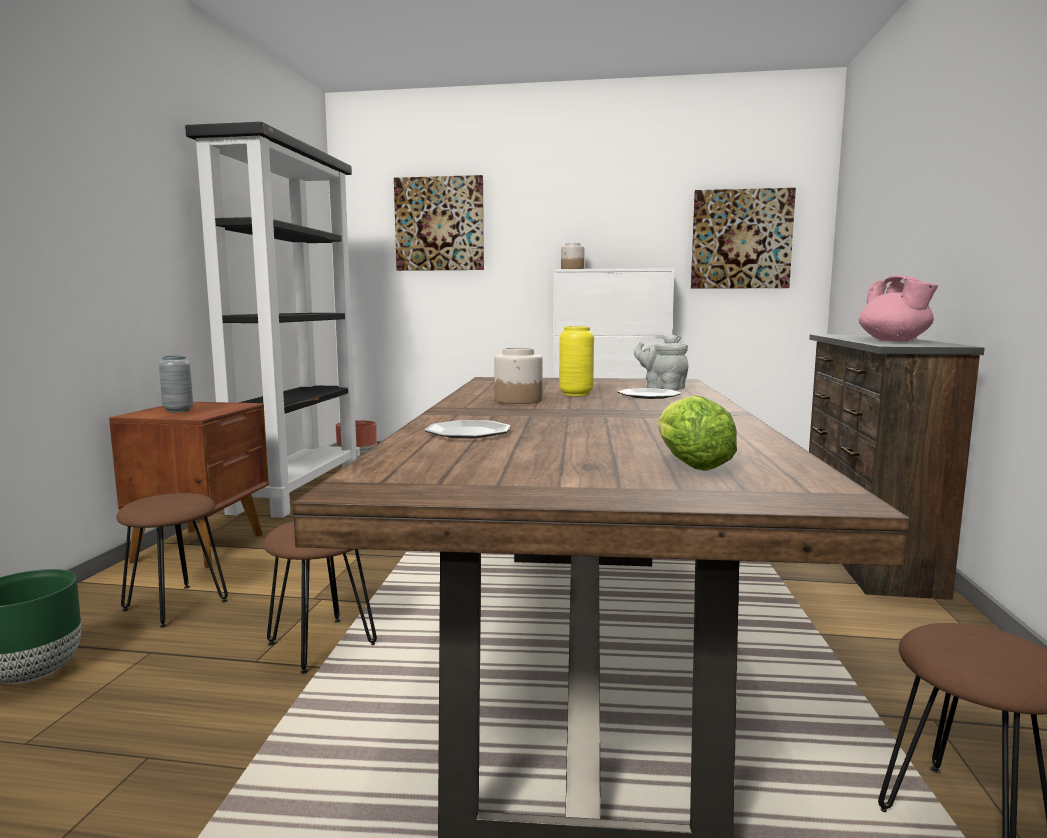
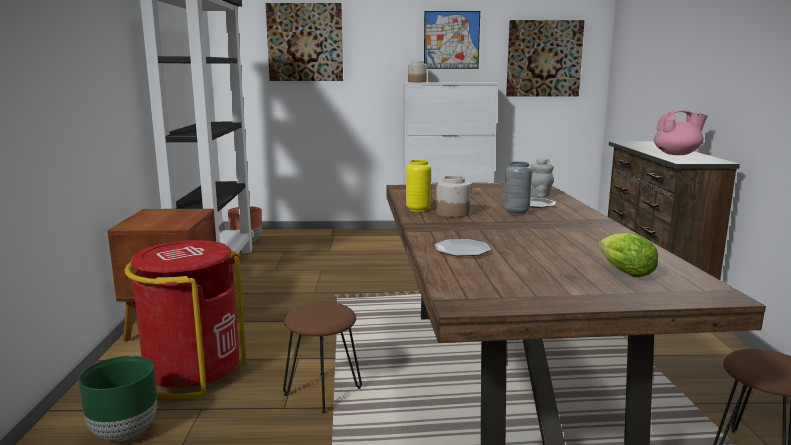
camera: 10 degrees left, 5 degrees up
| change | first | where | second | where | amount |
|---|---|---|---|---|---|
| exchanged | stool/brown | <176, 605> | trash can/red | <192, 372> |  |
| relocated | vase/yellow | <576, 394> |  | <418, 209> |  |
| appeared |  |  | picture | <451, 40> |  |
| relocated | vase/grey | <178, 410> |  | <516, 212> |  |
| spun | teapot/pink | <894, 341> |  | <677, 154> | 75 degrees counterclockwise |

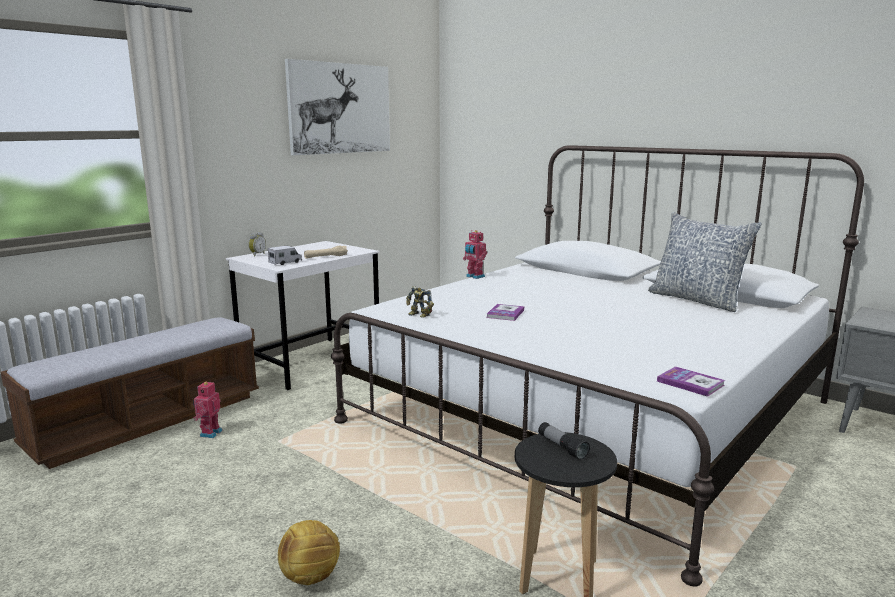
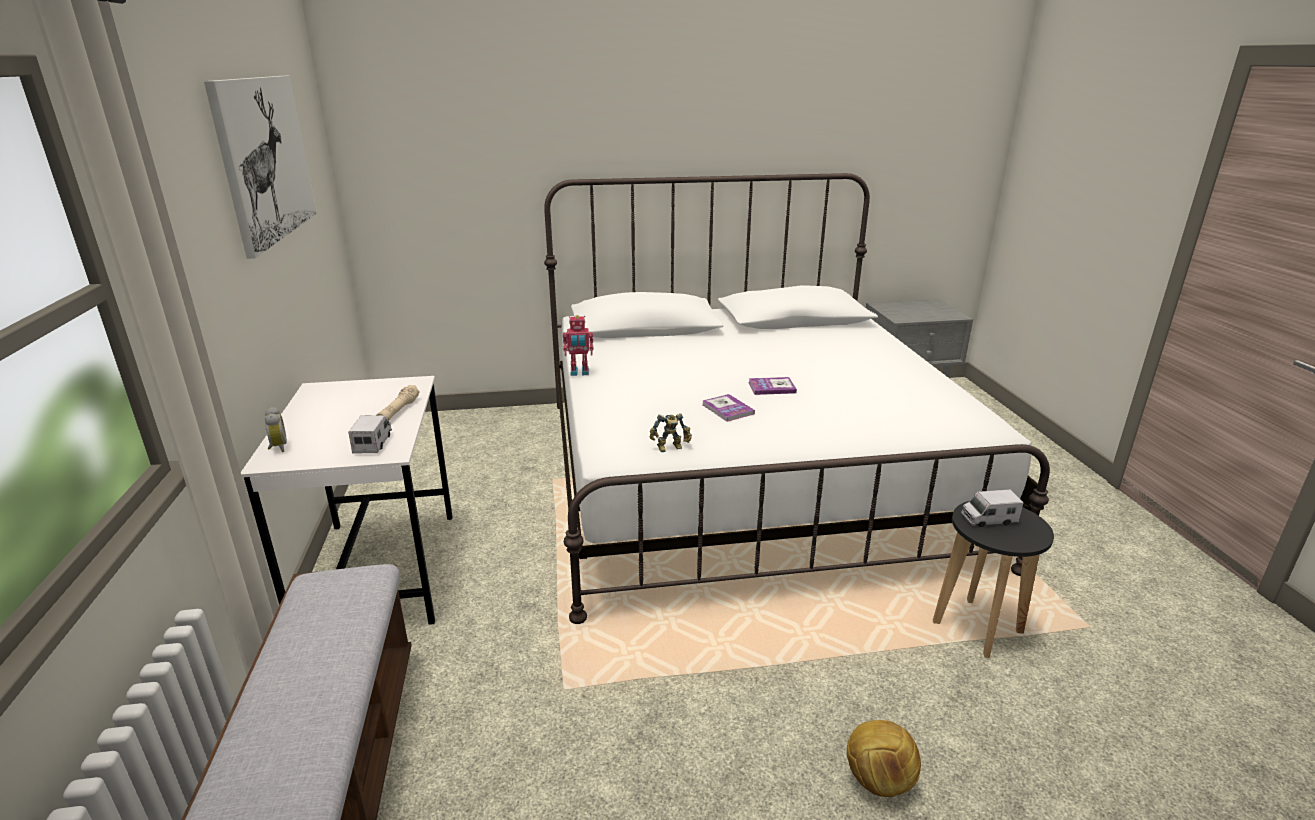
camera: 50 degrees left, 10 degrees up
| change | first | where | second | where | amount |
|---|---|---|---|---|---|
| relocated | book | <690, 383> |  | <771, 387> |  |
| exchanged | flashlight | <562, 447> | toy truck | <988, 519> |  |
| missing | toy robot | <209, 433> |  |  |  |
| missing | pillow | <697, 300> |  |  |  |

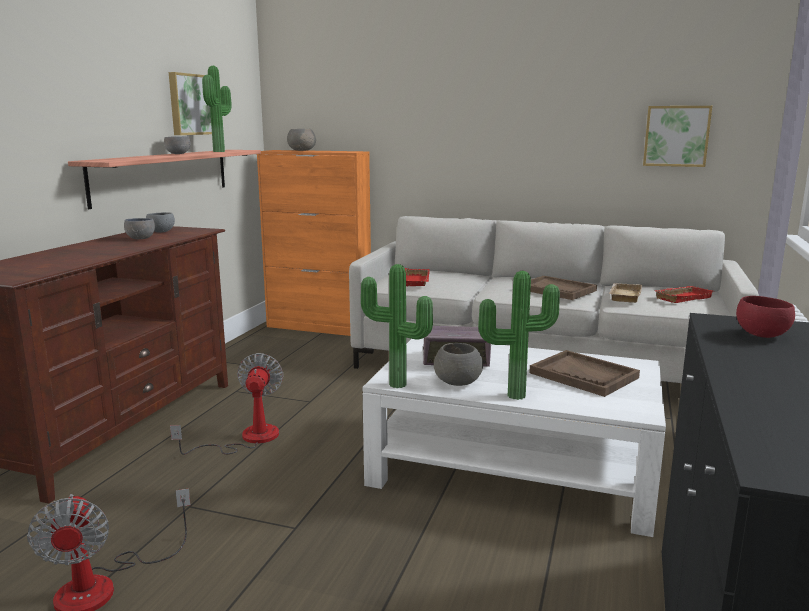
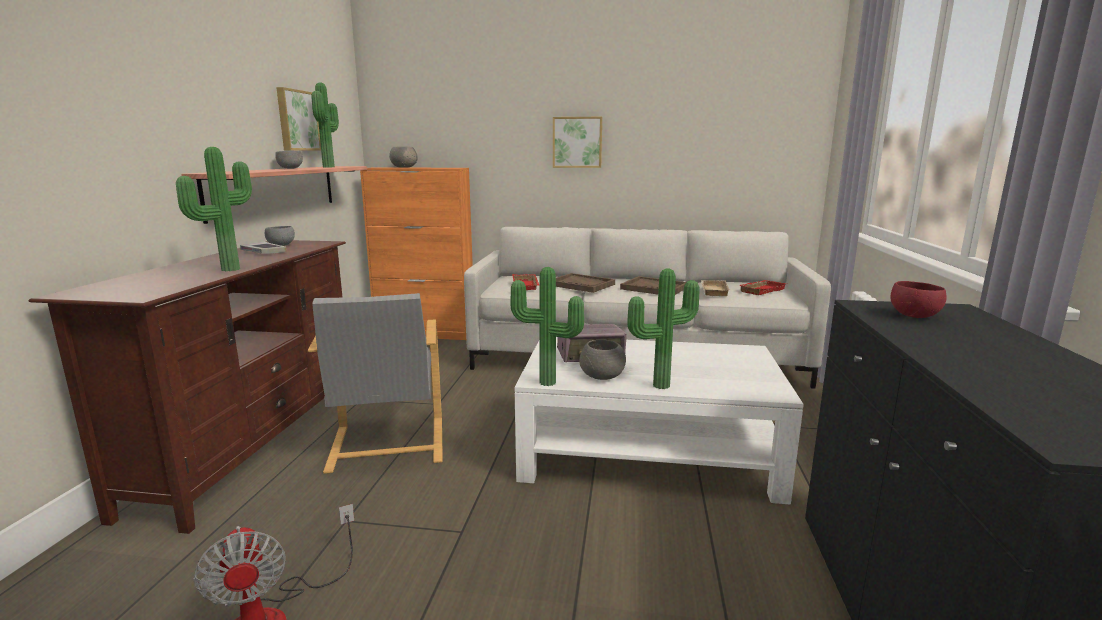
camera: 10 degrees left, 0 degrees up
| change | first | where | second | where | amount |
|---|---|---|---|---|---|
| appeared |  |  | potted plant | <228, 269> |  |
| exchanged | bowl/grey | <141, 238> | book | <263, 252> |  |
| exchanged | fan | <247, 439> | armchair/grey | <386, 445> |  |
| relocated | picture | <676, 136> |  | <577, 142> |  |
| relocated | tray/brown | <584, 375> |  | <581, 285> |  |

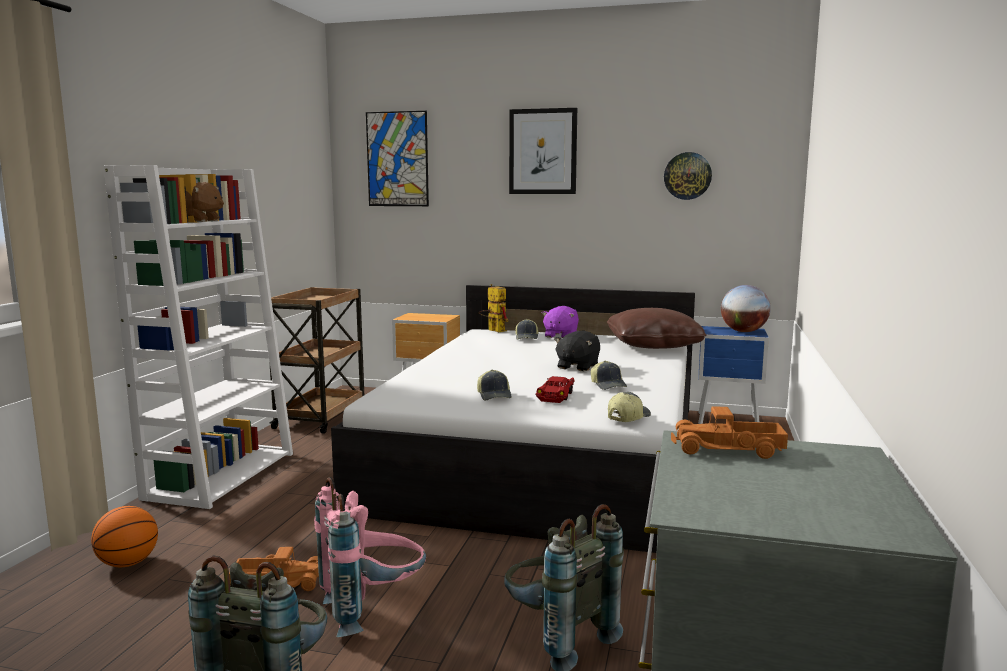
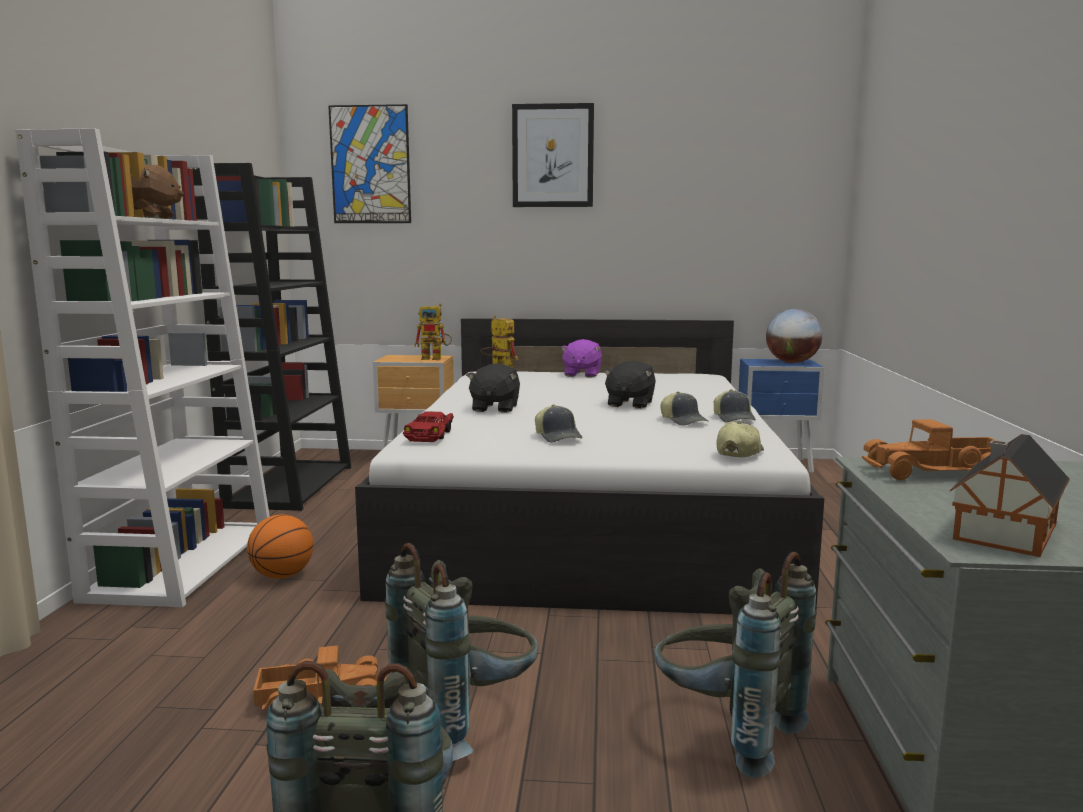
camera: 10 degrees left, 0 degrees up
| change | first | where | second | where | amount |
|---|---|---|---|---|---|
| exchanged | cart/brown | <321, 417> | bookcase/black | <290, 485> |  |
| relocated | basketball | <128, 563> |  | <282, 575> |  |
| colour | backpack/pink | <372, 610> | backpack/grey | <468, 721> |  |
| relocated | toy car/red | <557, 396> |  | <431, 435> |  |
| appeared |  |  | toy robot | <436, 358> |  |
| appeared |  |  | plush toy/black | <494, 408> |  |
| relocated | cap | <527, 337> |  | <734, 419> |  |
| appeared |  |  | toy house | <1002, 533> |  |
| missing | pillow/brown | <653, 345> |  |  |  |
| missing | wall clock | <687, 176> |  |  |  |

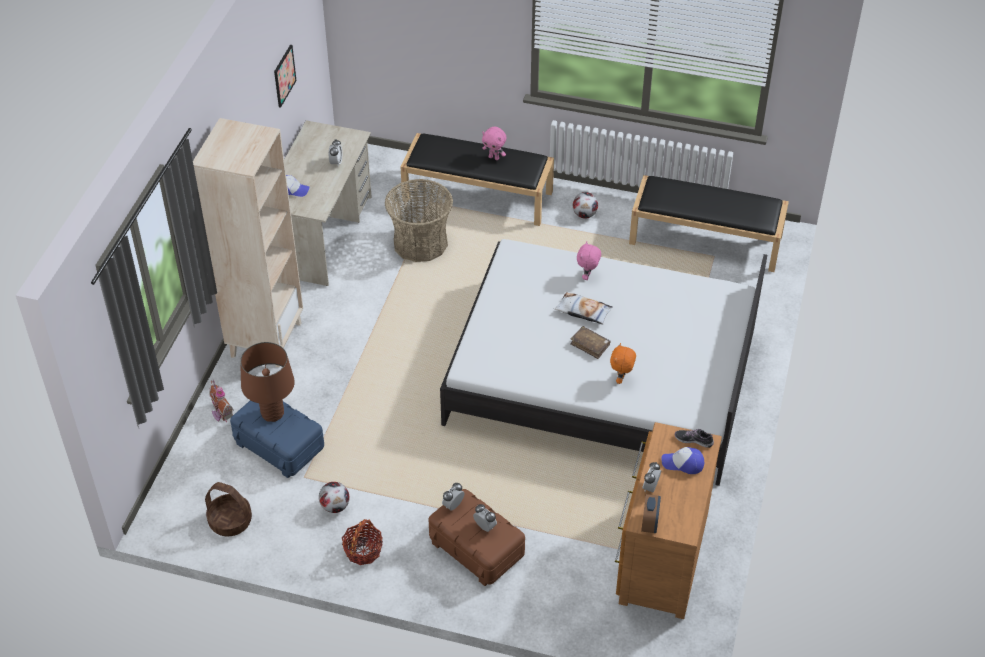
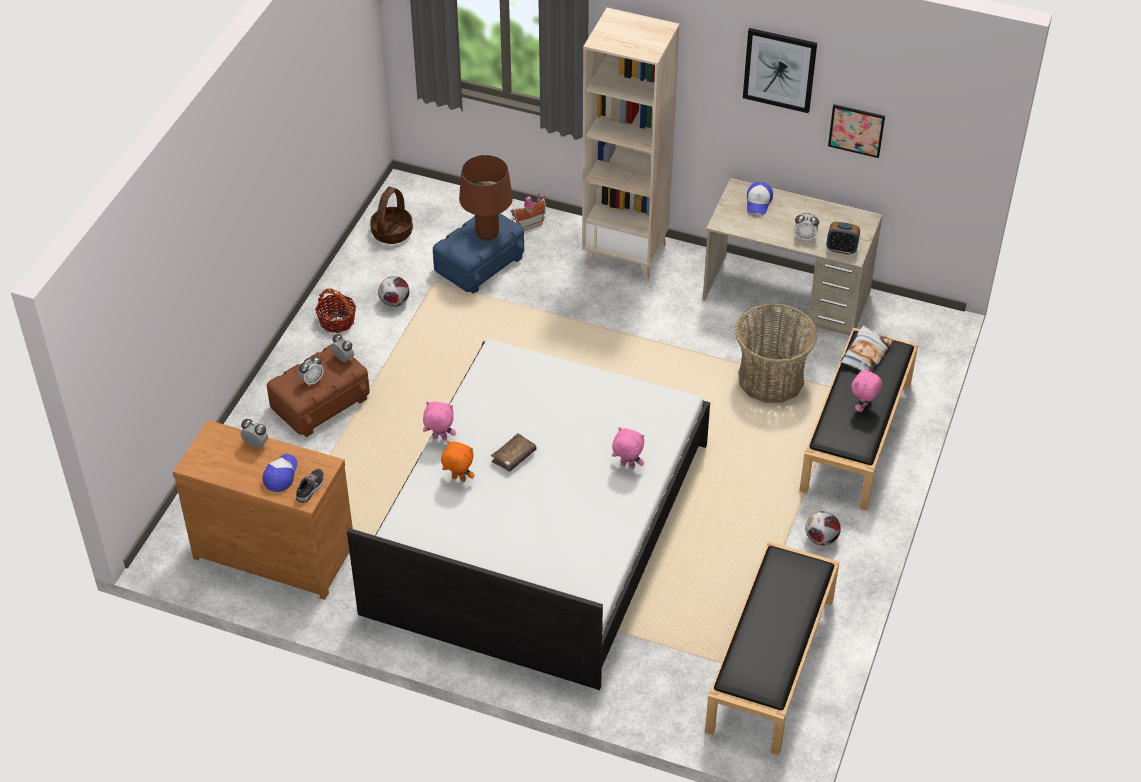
camera: 95 degrees right, 0 degrees up
| change | first | where | second | where | amount |
|---|---|---|---|---|---|
| appeared |  |  | plush toy/pink | <439, 439> |  |
| appeared |  |  | picture | <779, 69> |  |
| relocated | alarm clock | <649, 523> |  | <841, 249> |  |
| relocated | pillow | <583, 311> |  | <865, 354> |  |

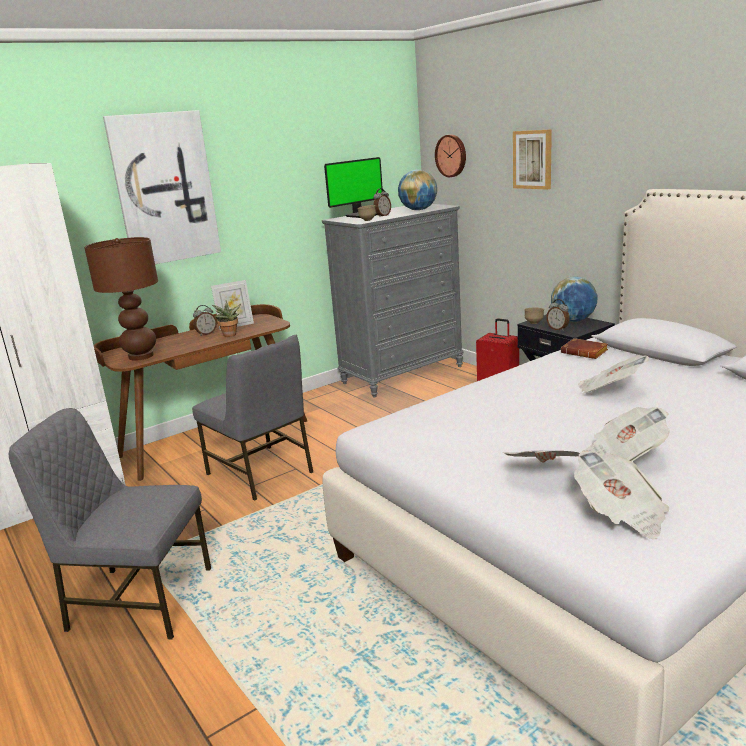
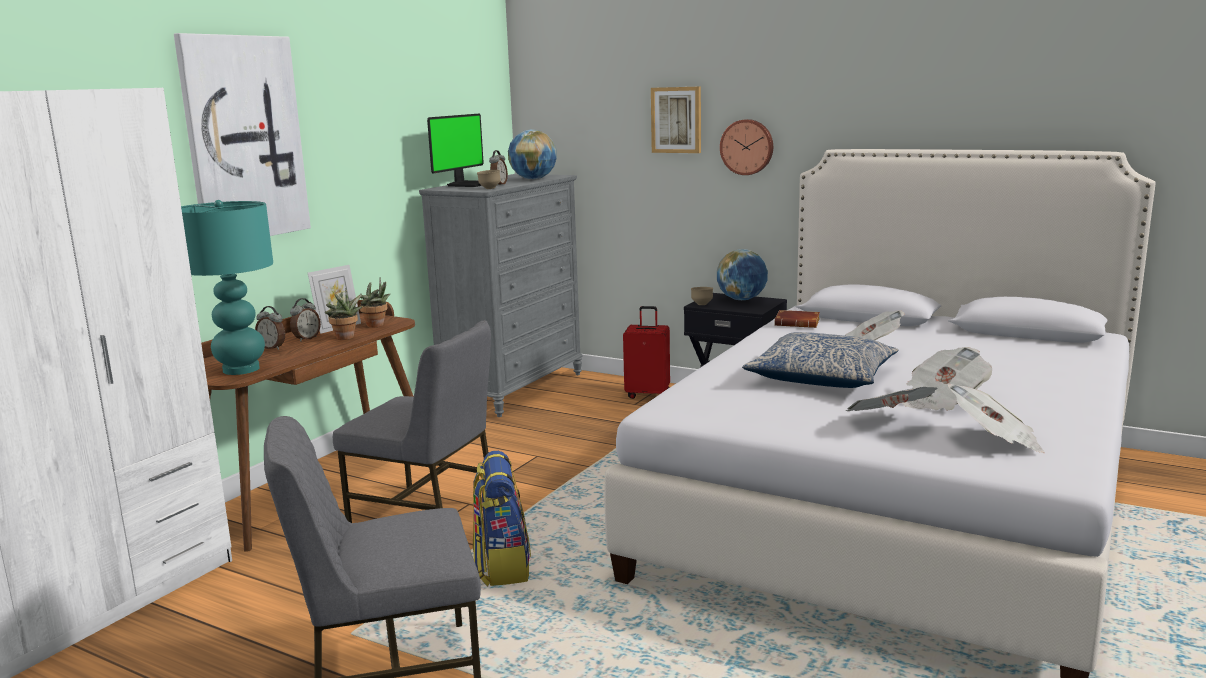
camera: 25 degrees left, 5 degrees down
| change | first | where | second | where | amount |
|---|---|---|---|---|---|
| colour | table lamp/brown | <140, 356> | table lamp/turquoise | <240, 370> |  |
| relocated | alarm clock | <558, 329> |  | <273, 348> |  |
| appeared |  |  | potted plant | <377, 325> |  |
| appeared |  |  | backpack | <502, 567> |  |
| relocated | wall clock | <451, 155> |  | <747, 147> |  |
| appeared |  |  | pillow | <821, 377> |  |

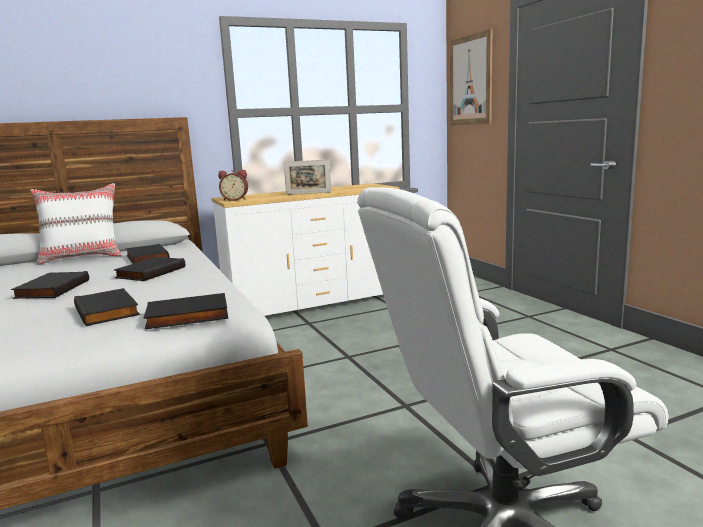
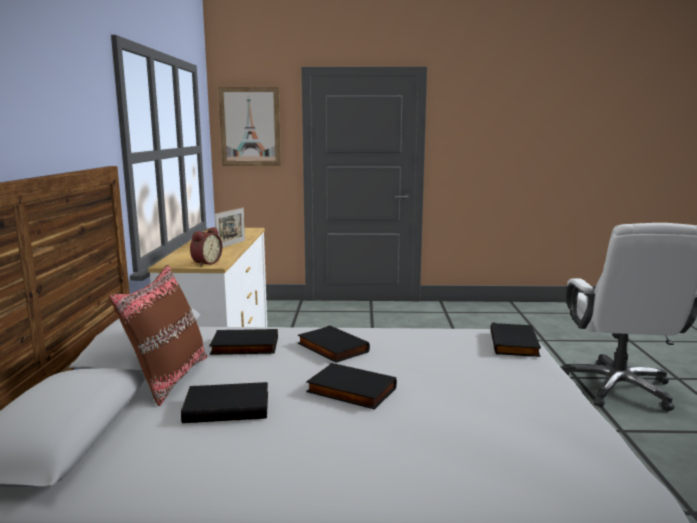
camera: 65 degrees left, 0 degrees up
| change | first | where | second | where | amount |
|---|---|---|---|---|---|
| colour | pillow/white | <82, 258> | pillow/brown | <168, 378> |  |
| relocated | book/black | <108, 311> |  | <228, 406> |  |

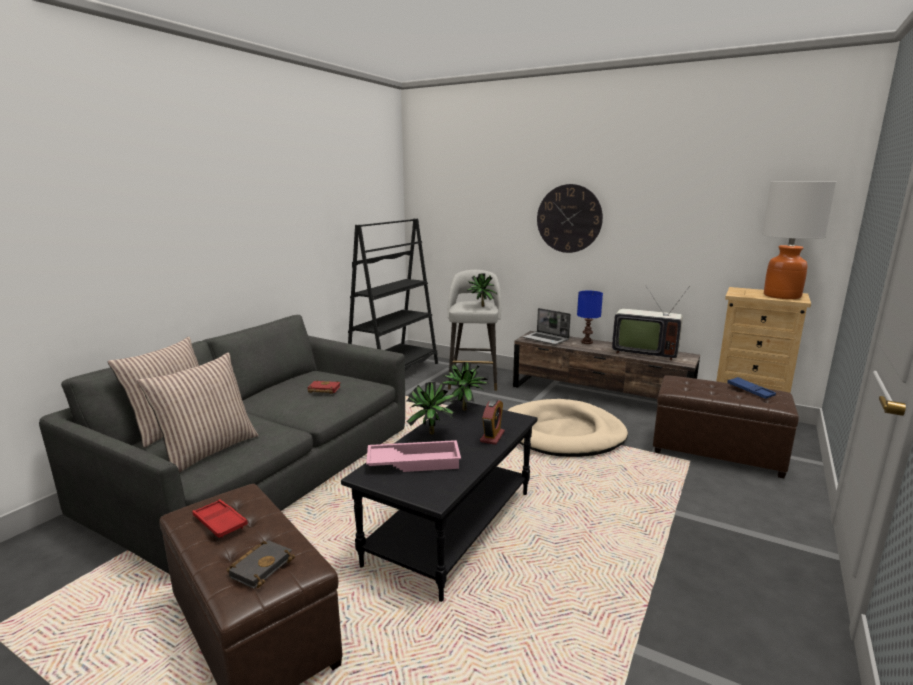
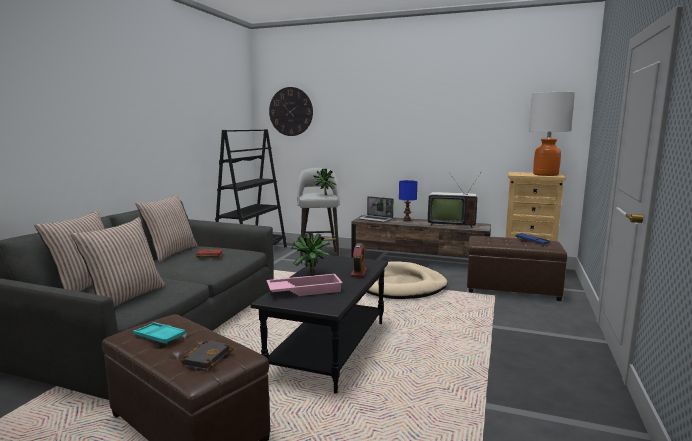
camera: 10 degrees left, 5 degrees down
| change | first | where | second | where | amount |
|---|---|---|---|---|---|
| colour | tray/red | <220, 522> | tray/turquoise | <159, 337> |  |
| appeared |  |  | pillow | <170, 253> |  |
| relocated | wall clock | <569, 218> |  | <291, 111> |  |
| missing | potted plant | <463, 408> |  |  |  |

